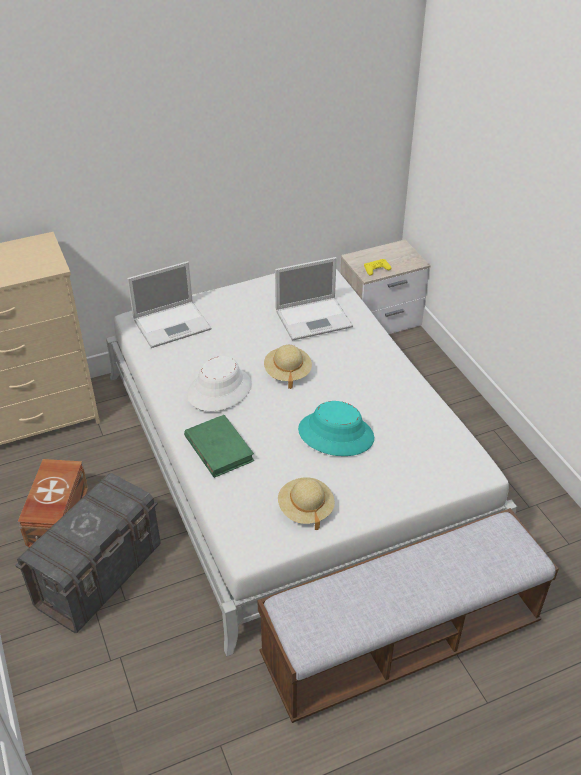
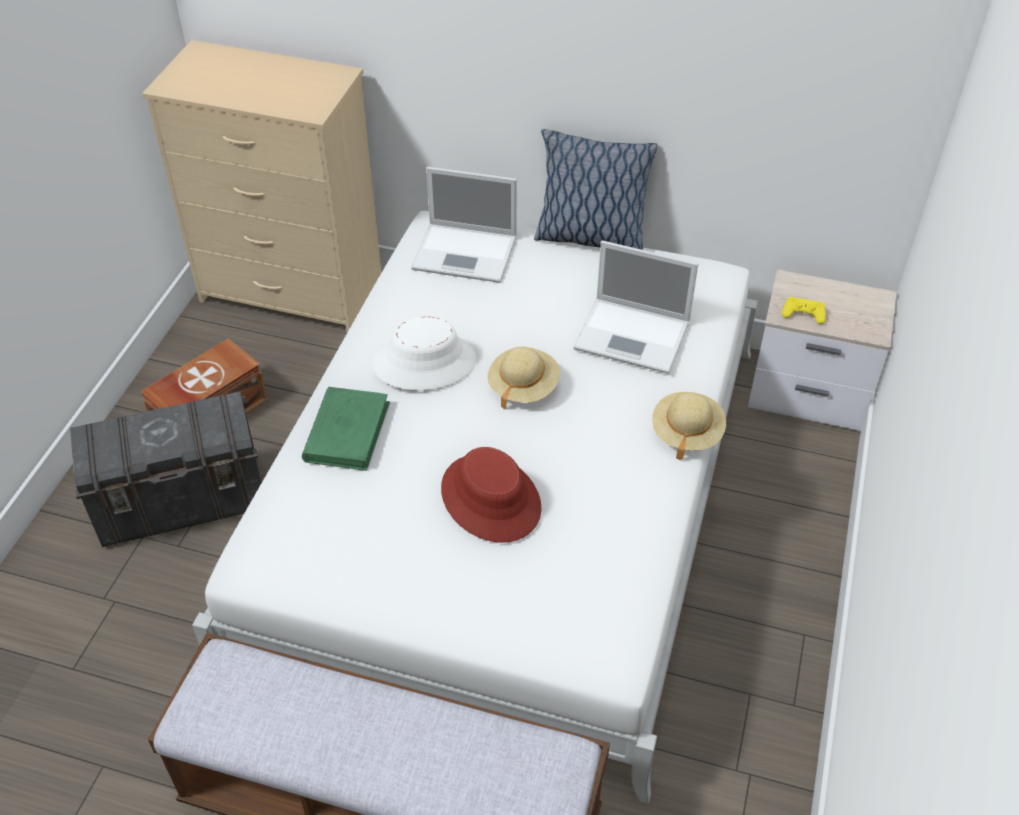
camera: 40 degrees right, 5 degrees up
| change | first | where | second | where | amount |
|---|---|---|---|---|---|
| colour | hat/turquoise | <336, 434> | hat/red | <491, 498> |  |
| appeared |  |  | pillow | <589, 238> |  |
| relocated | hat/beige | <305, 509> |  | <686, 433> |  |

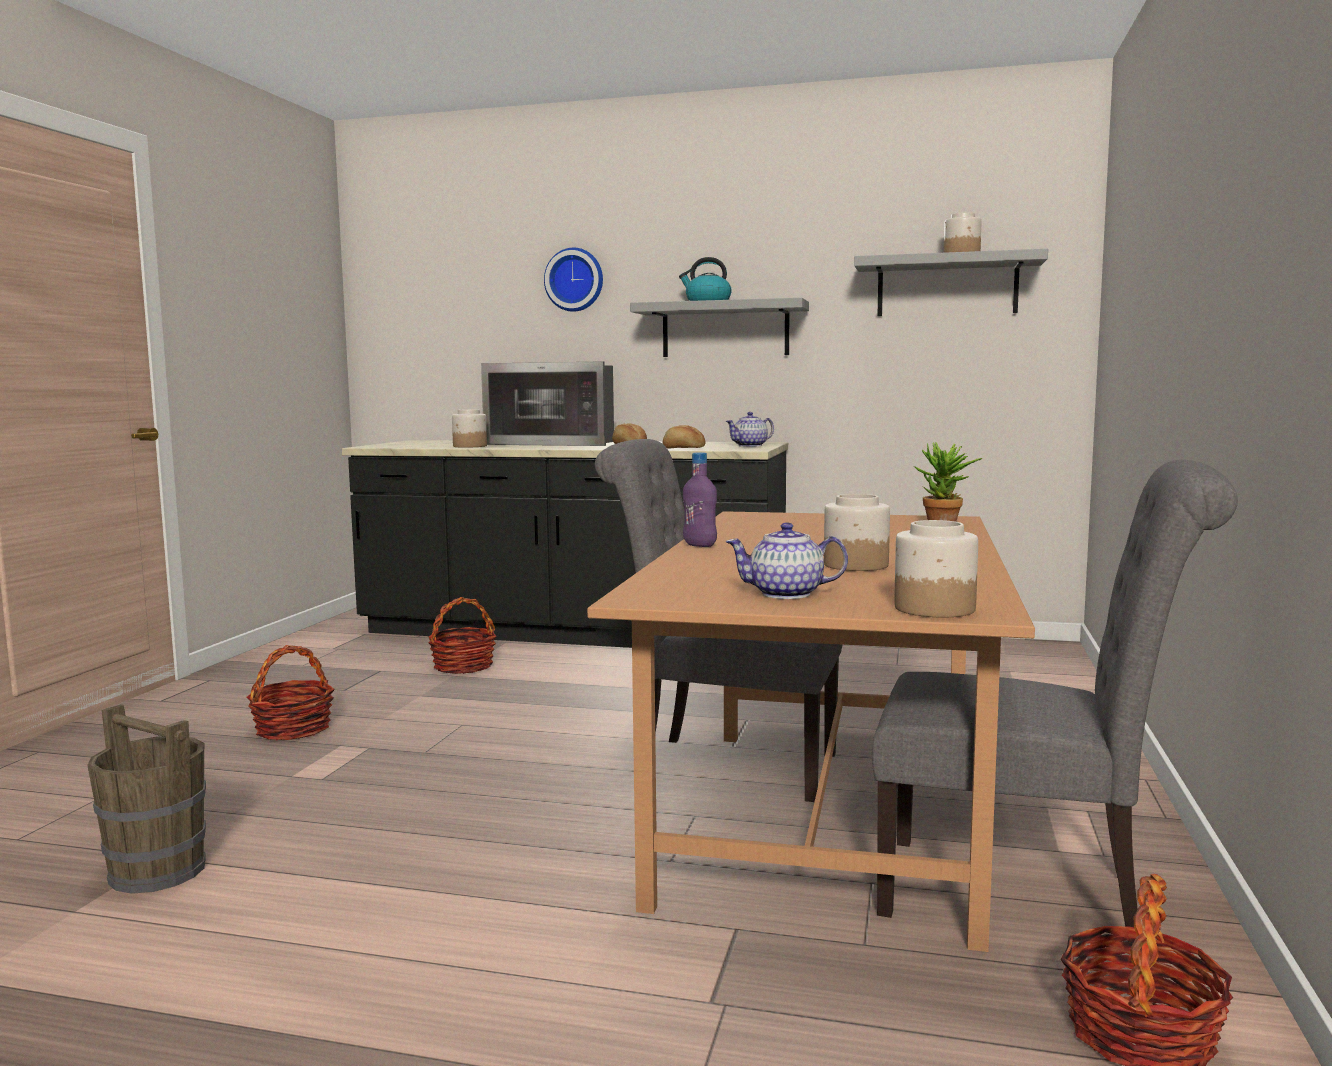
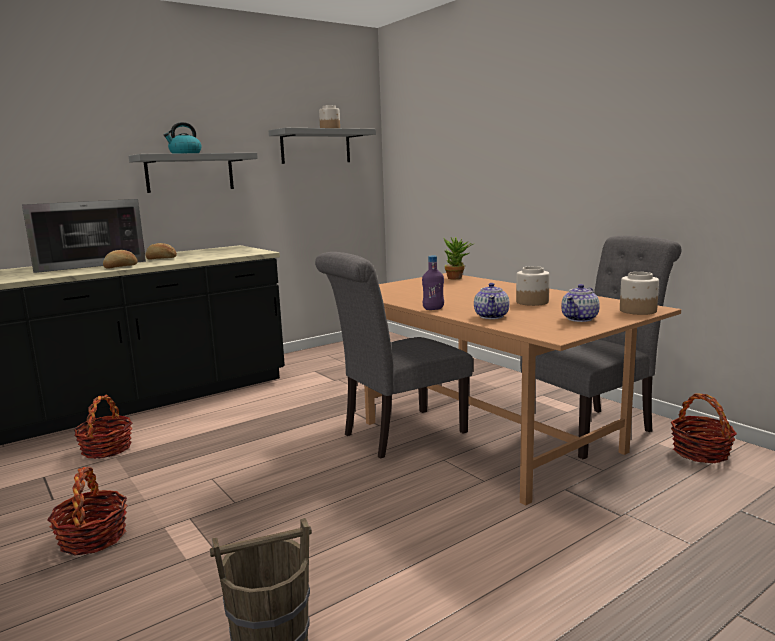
camera: 50 degrees left, 5 degrees up
| change | first | where | second | where | amount |
|---|---|---|---|---|---|
| relocated | bread | <683, 448> |  | <121, 267> |  |
| relocated | teapot | <750, 446> |  | <491, 316> |  |
| missing | jar | <470, 446> |  |  |  |
| missing | wall clock | <575, 280> |  |  |  |

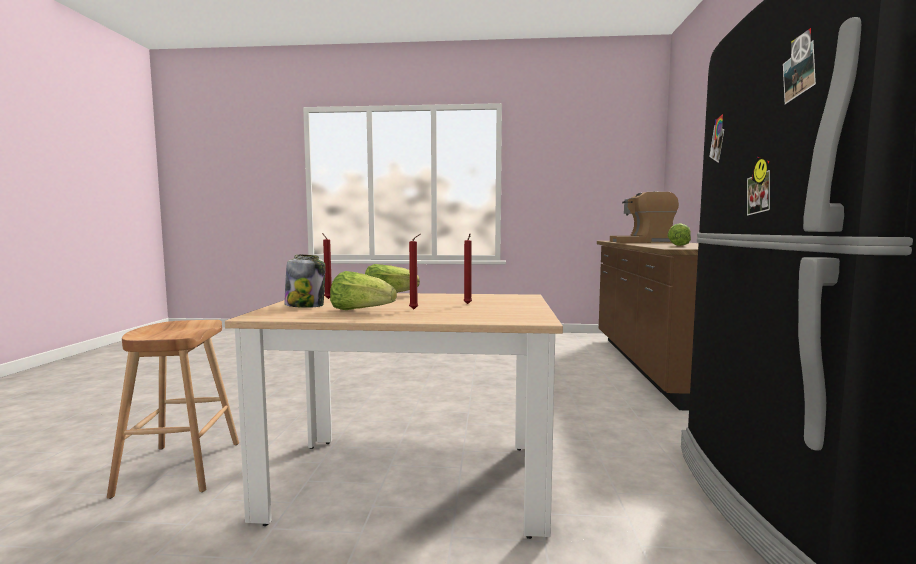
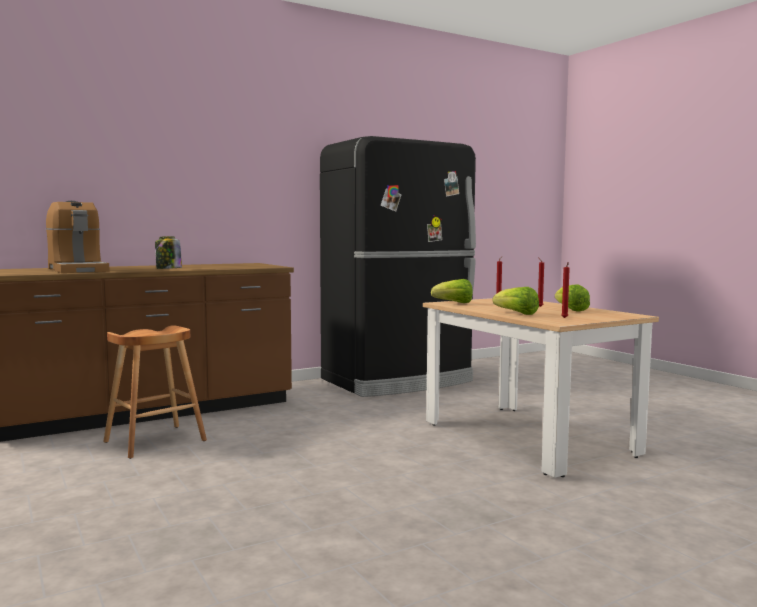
camera: 125 degrees left, 0 degrees up
| change | first | where | second | where | amount |
|---|---|---|---|---|---|
| relocated | stool/brown | <180, 468> |  | <155, 441> |  |
| relocated | jar | <305, 306> |  | <168, 269> |  |
| relocated | lettuce | <680, 245> |  | <454, 303> |  |

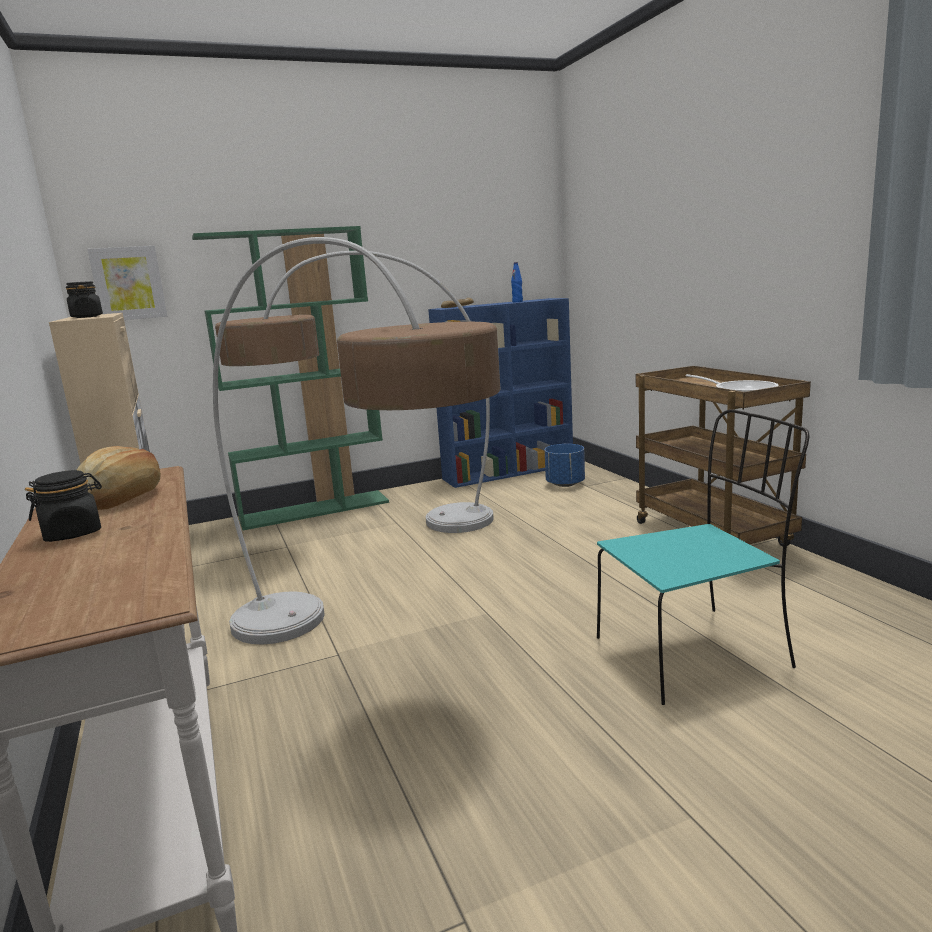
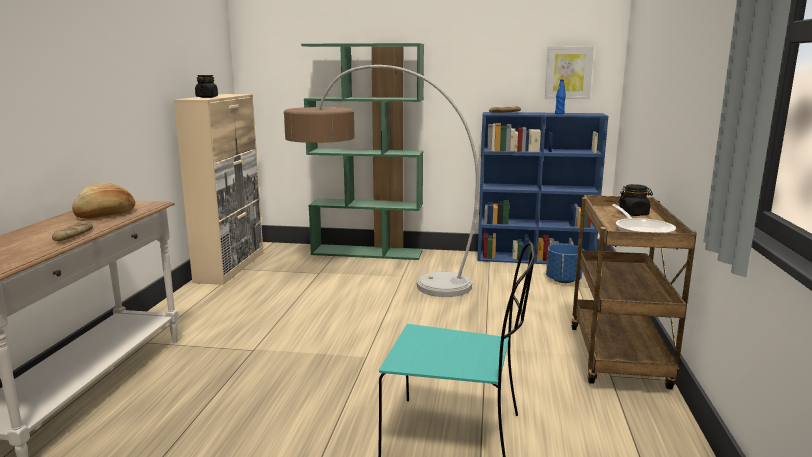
camera: 30 degrees right, 0 degrees up
| change | first | where | second | where | amount |
|---|---|---|---|---|---|
| appeared |  |  | bread | <74, 236> |  |
| relocated | picture | <128, 283> |  | <568, 72> |  |
| relocated | jar/black | <73, 533> |  | <633, 214> |  |
| missing | floor lamp | <369, 654> |  |  |  |

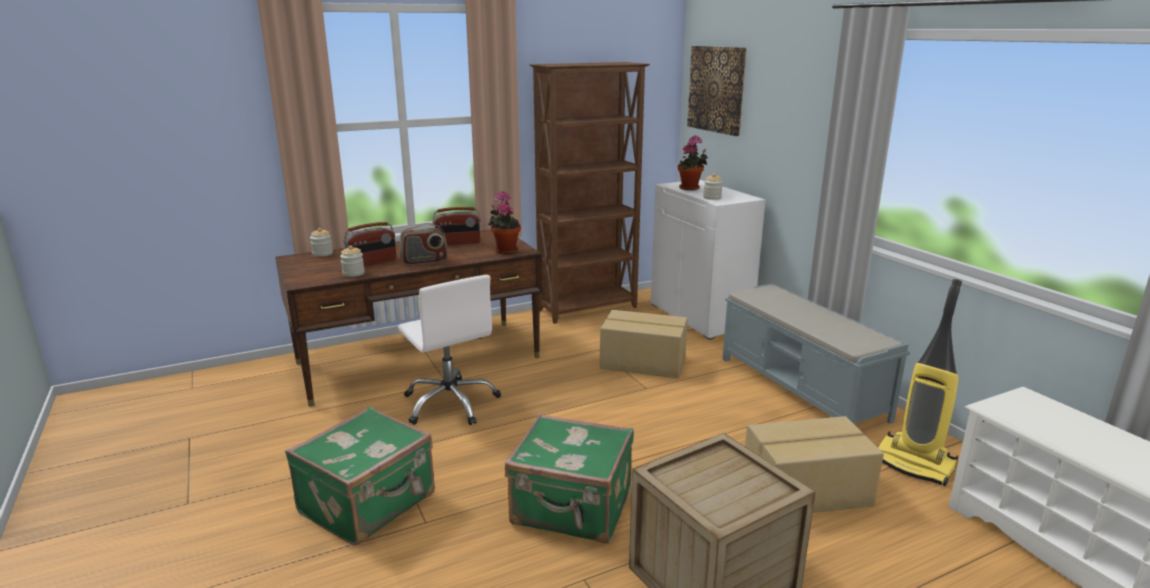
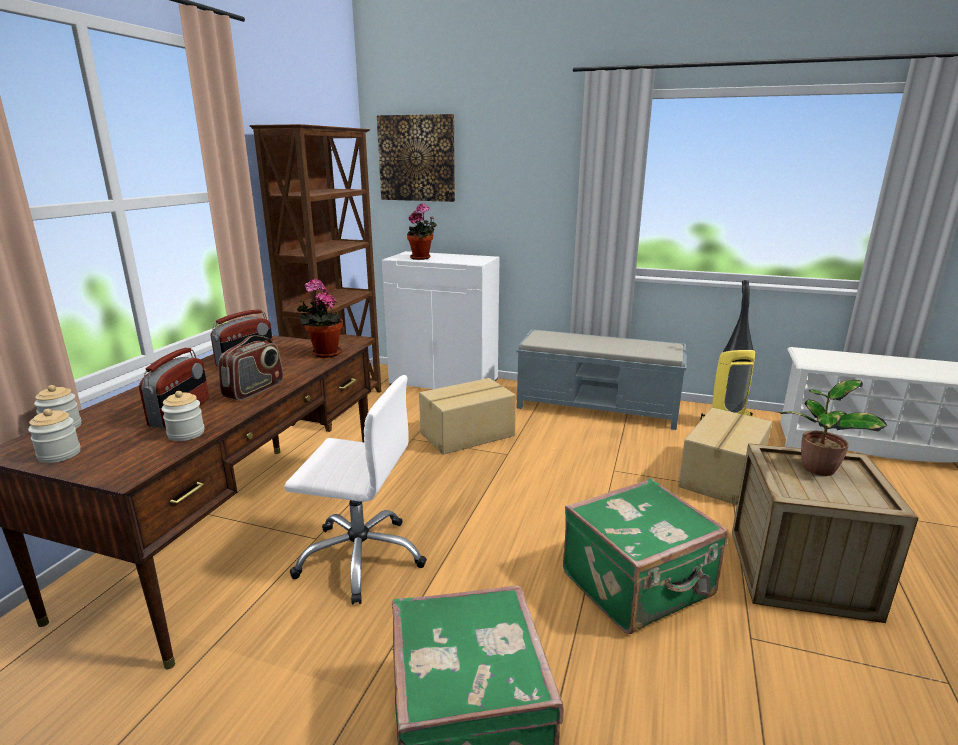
camera: 45 degrees left, 0 degrees up
| change | first | where | second | where | amount |
|---|---|---|---|---|---|
| relocated | jar | <712, 198> |  | <59, 454> |  |
| appeared |  |  | potted plant | <817, 469> |  |

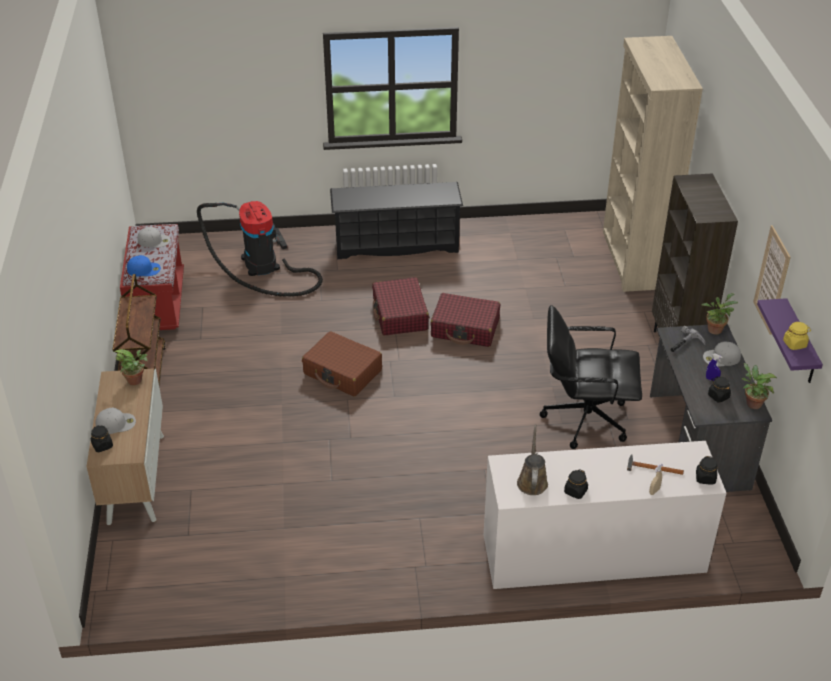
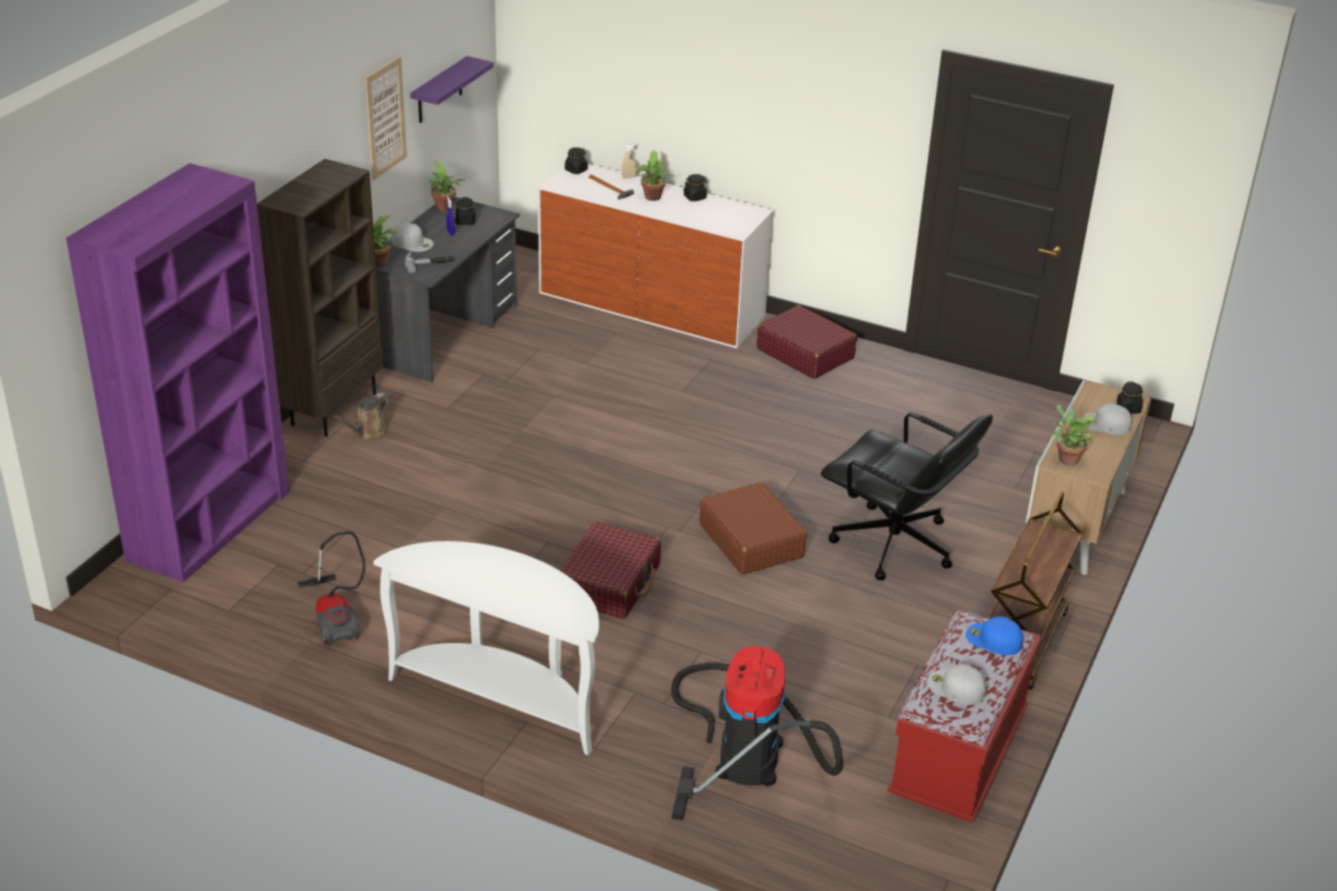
camera: 150 degrees left, 5 degrees down
| change | first | where | second | where | amount |
|---|---|---|---|---|---|
| colour | bookcase/beige | <633, 259> | bookcase/purple | <210, 525> |  |
| appeared |  |  | vacuum cleaner | <336, 617> |  |
| relocated | watering can/brown | <532, 481> |  | <368, 433> |  |
| exchanged | shoe rack/black | <396, 244> | console table/white | <502, 698> |  |
| appeared |  |  | potted plant | <652, 198> |  |
| relocated | suitcase/red | <465, 328> |  | <805, 353> |  |
| relocated | office chair/black | <585, 418> |  | <894, 545> |  |
| missing | jar/yellow | <794, 344> |  |  |  |

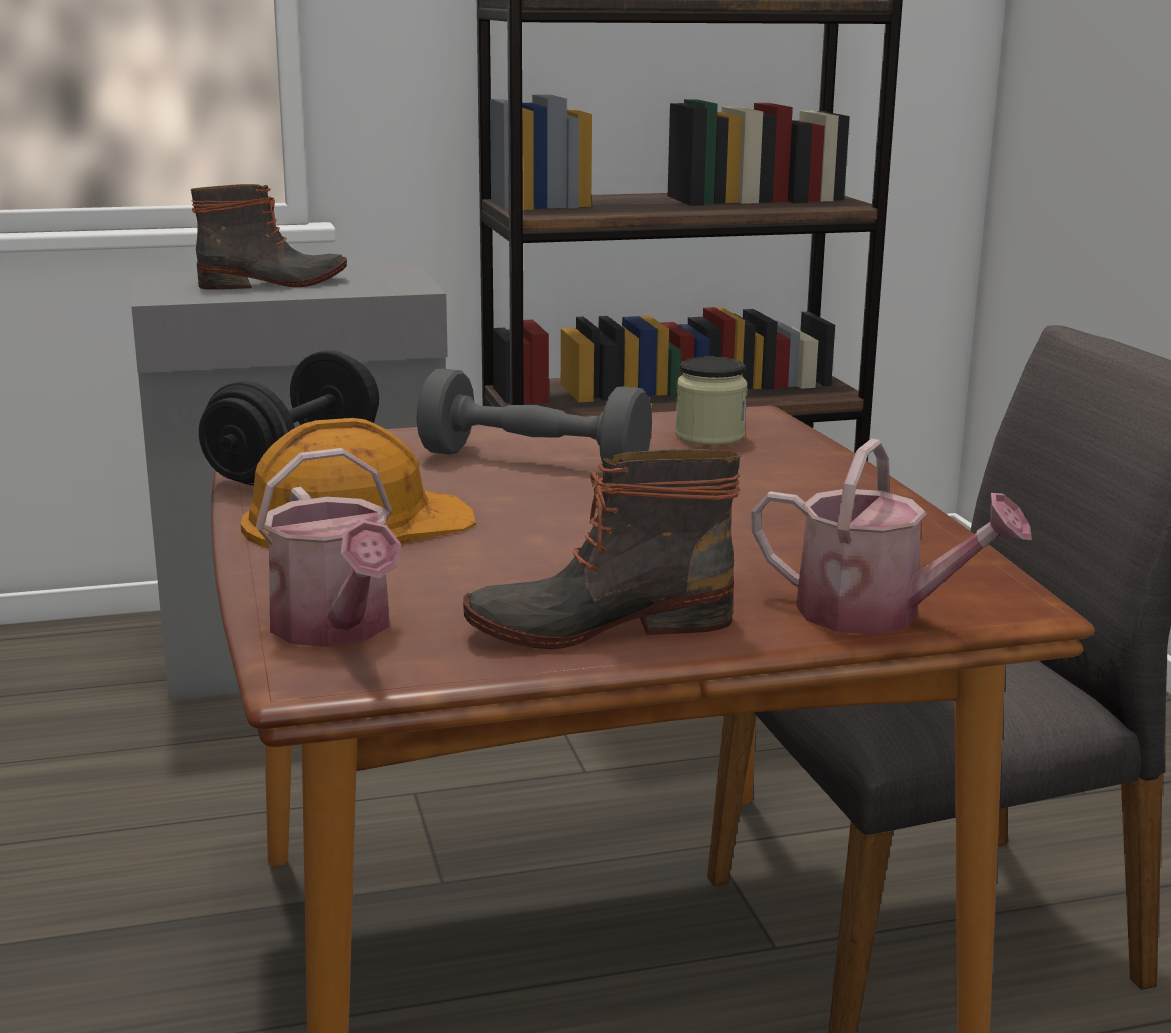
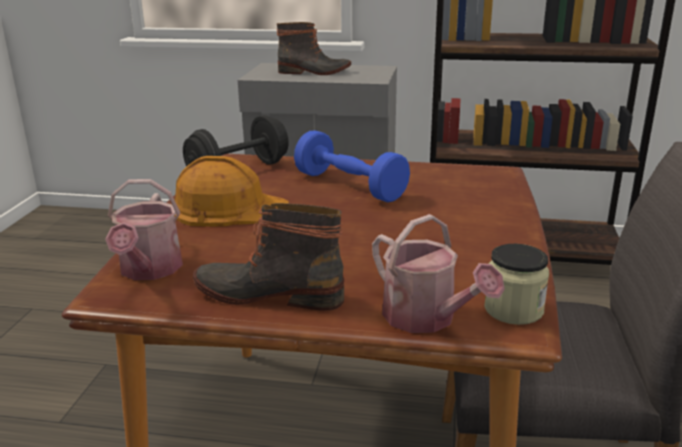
camera: 25 degrees right, 5 degrees up
| change | first | where | second | where | amount |
|---|---|---|---|---|---|
| colour | dumbbell/grey | <534, 462> | dumbbell/blue | <350, 186> |  |
| relocated | jar | <709, 436> |  | <513, 309> |  |

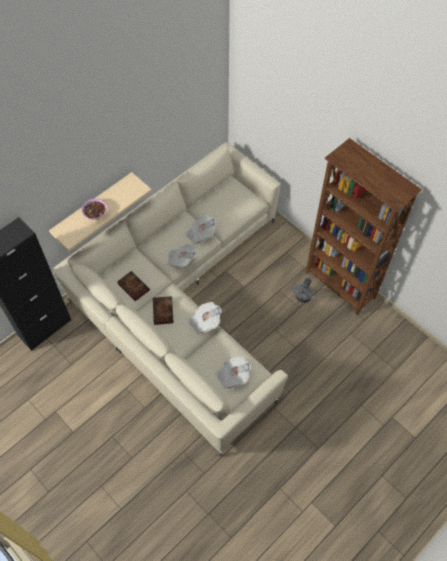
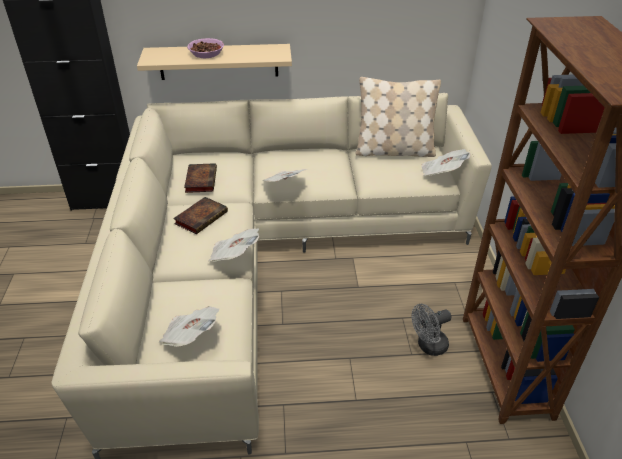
camera: 40 degrees right, 20 degrees down
| change | first | where | second | where | amount |
|---|---|---|---|---|---|
| appeared |  |  | pillow/beige | <394, 151> |  |
| relocated | newspaper | <200, 234> |  | <442, 172> |  |

